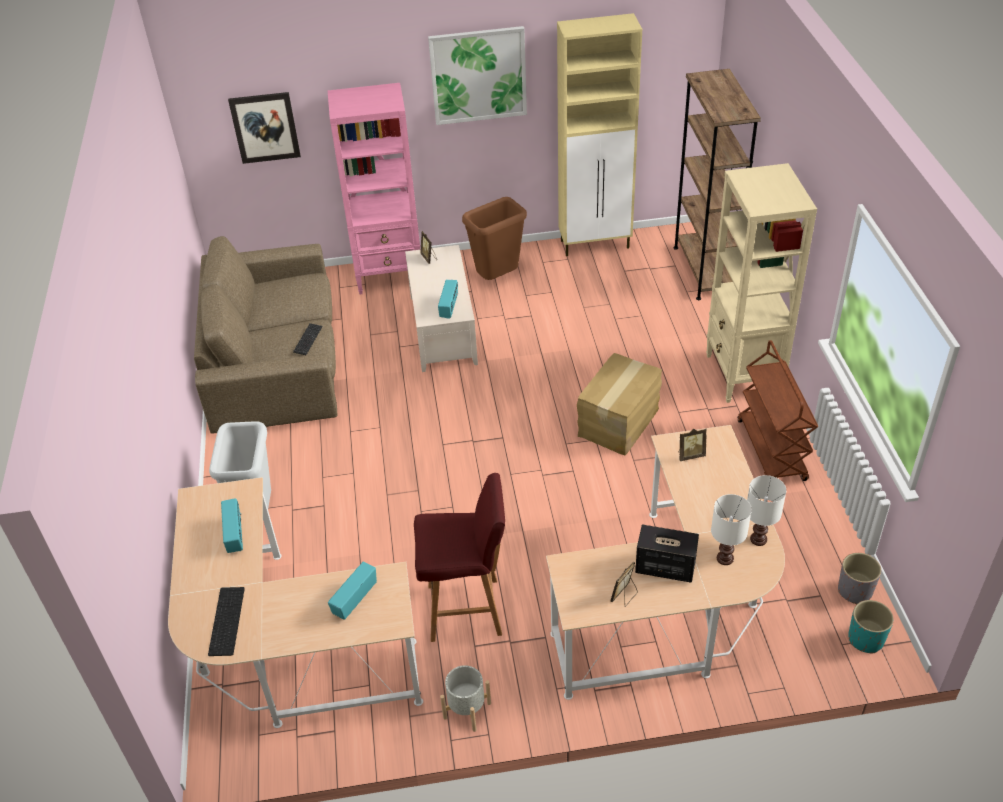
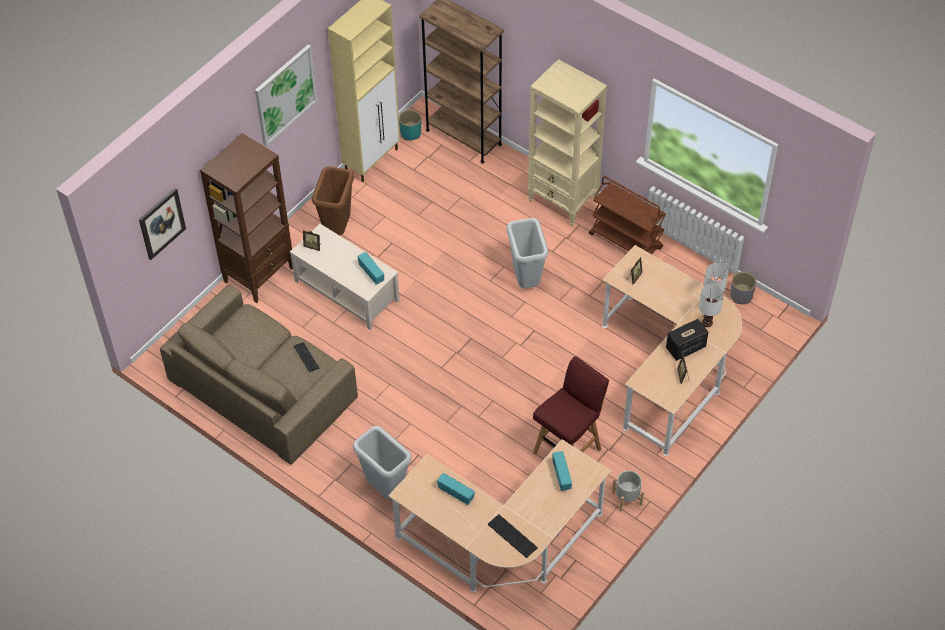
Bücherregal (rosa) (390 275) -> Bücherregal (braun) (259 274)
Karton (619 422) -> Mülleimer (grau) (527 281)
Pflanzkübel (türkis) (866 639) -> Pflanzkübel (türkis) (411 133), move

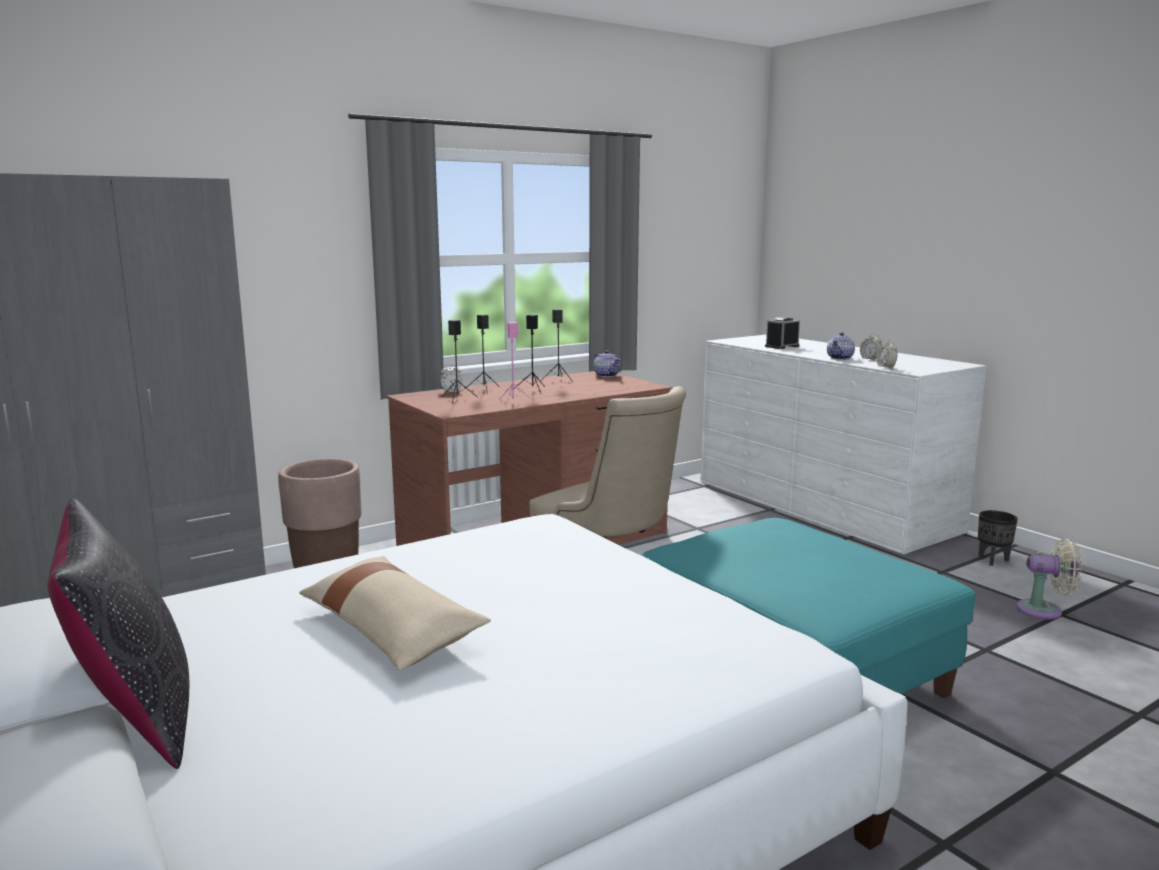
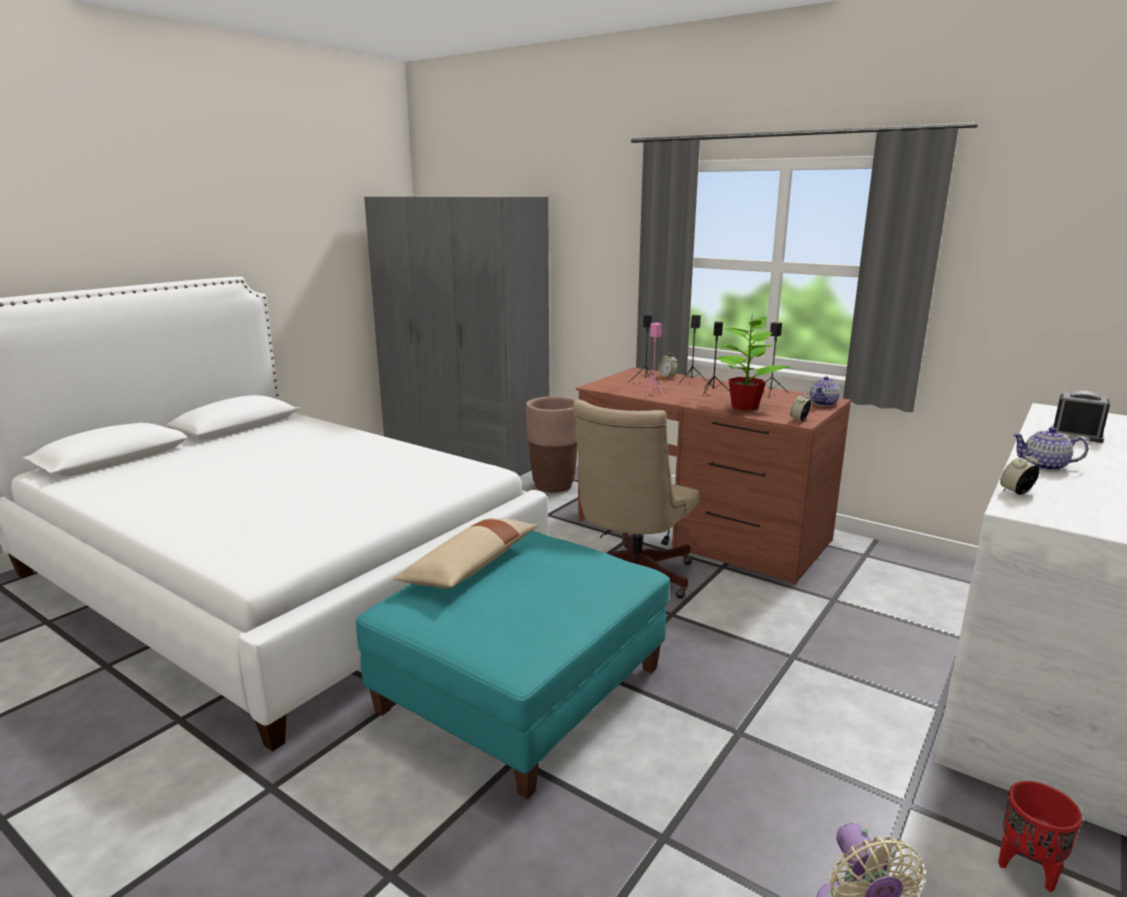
Wecker (870 359) -> Wecker (799 419), move
Kissen (schwarz) (134 716) -> none
Pflanzkübel (schwarz) (992 560) -> Pflanzkübel (rot) (1026 868)
Kissen (beige) (391 629) -> Kissen (beige) (470 566), move
none -> Topfpflanze (744 406)

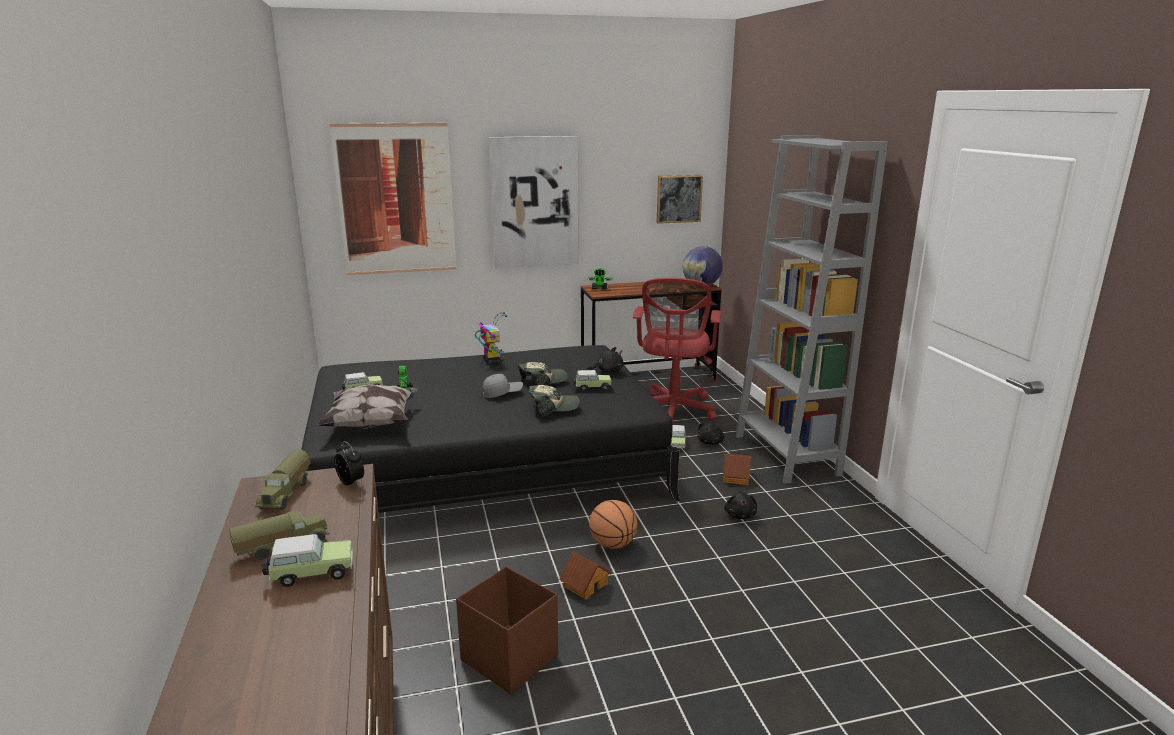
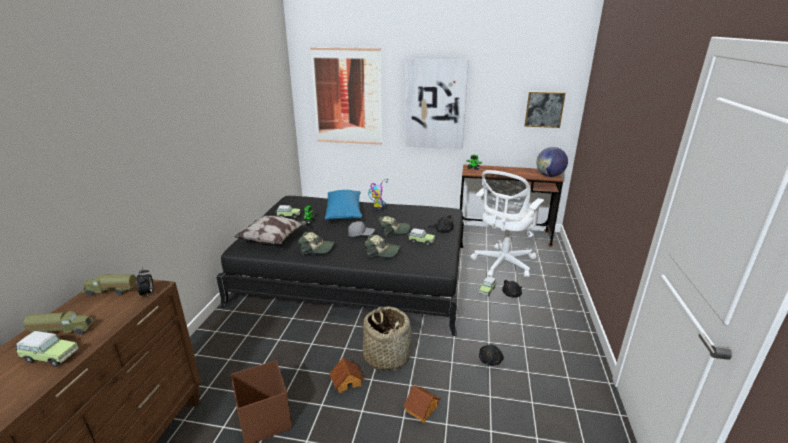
Bücherregal (grau) (786 455) -> none
Bürostuhl (rot) (673 412) -> Bürostuhl (weiß) (502 264)
Spielzeuglaster (287 493) -> Spielzeuglaster (112 292), 60 degrees clockwise
Spielzeughaus (736 477) -> Spielzeughaus (422 409), move
Basketball (612 544) -> Korb (386 356)
none -> Kissen (blau) (344 213)
none -> Kappe (317 248)

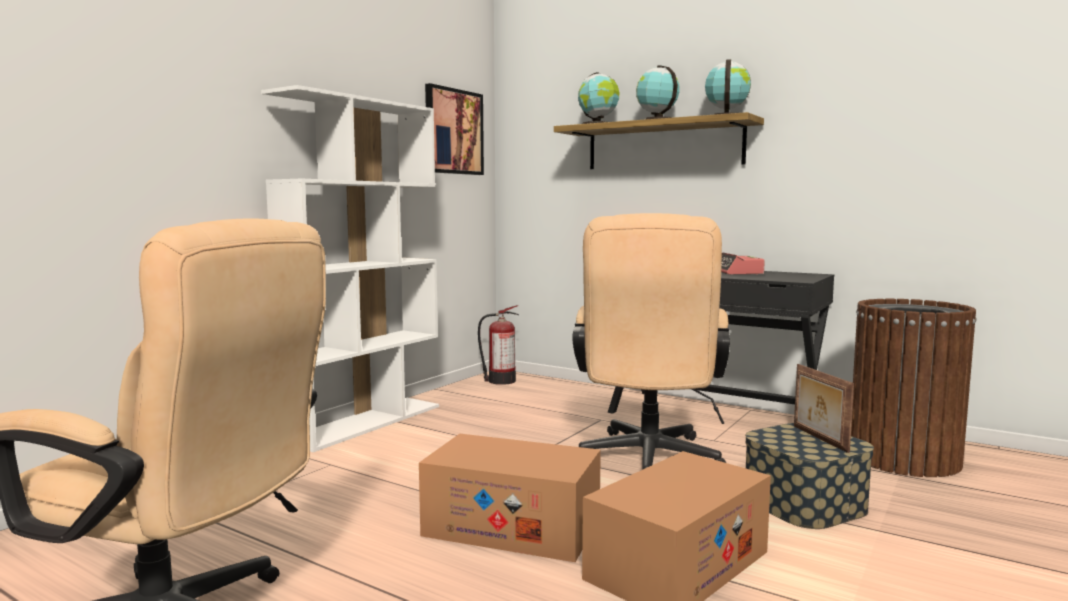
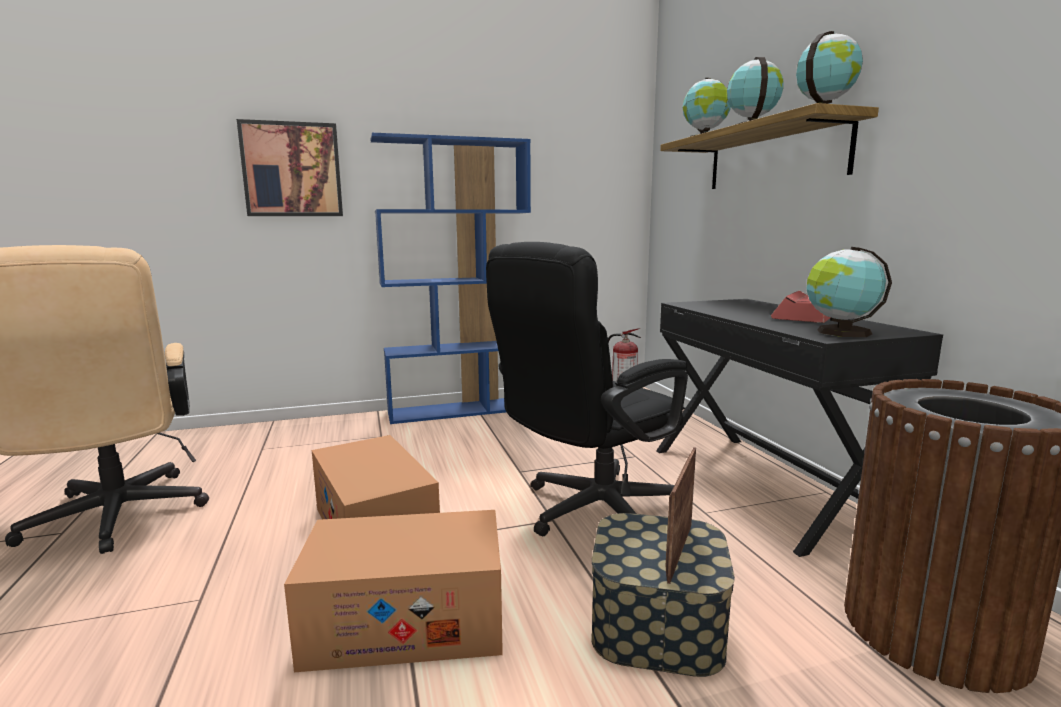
Bild (453 132) -> Bild (292 170), move
Bücherregal (weiß) (365 422) -> Bücherregal (blau) (460 410)
Bürostuhl (beige) (647 462) -> Bürostuhl (schwarz) (589 512)
none -> Globus (840 332)

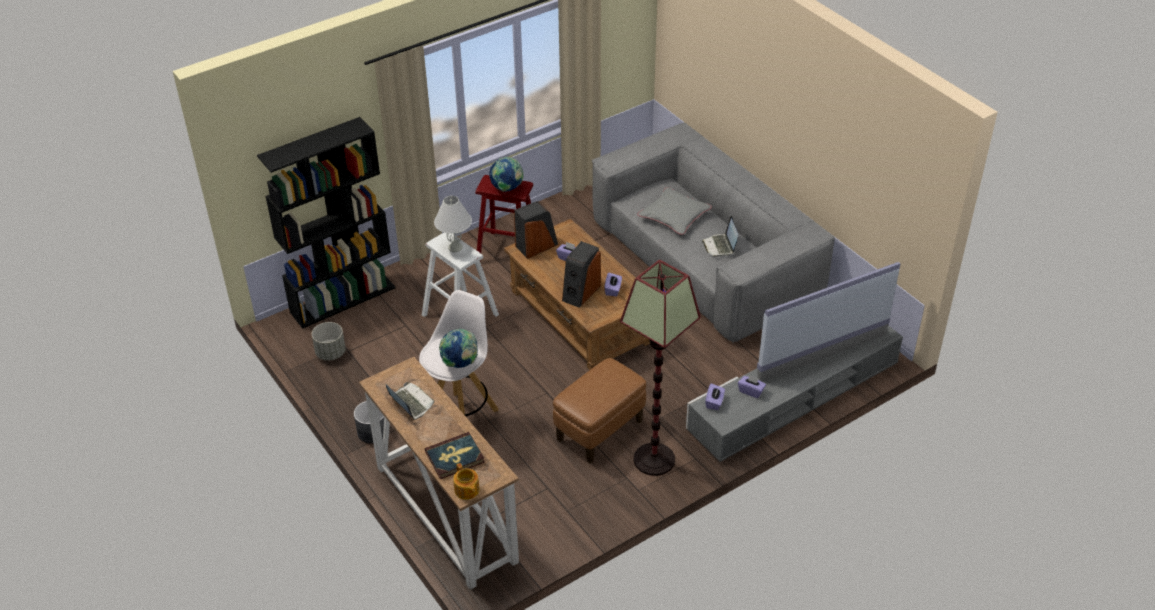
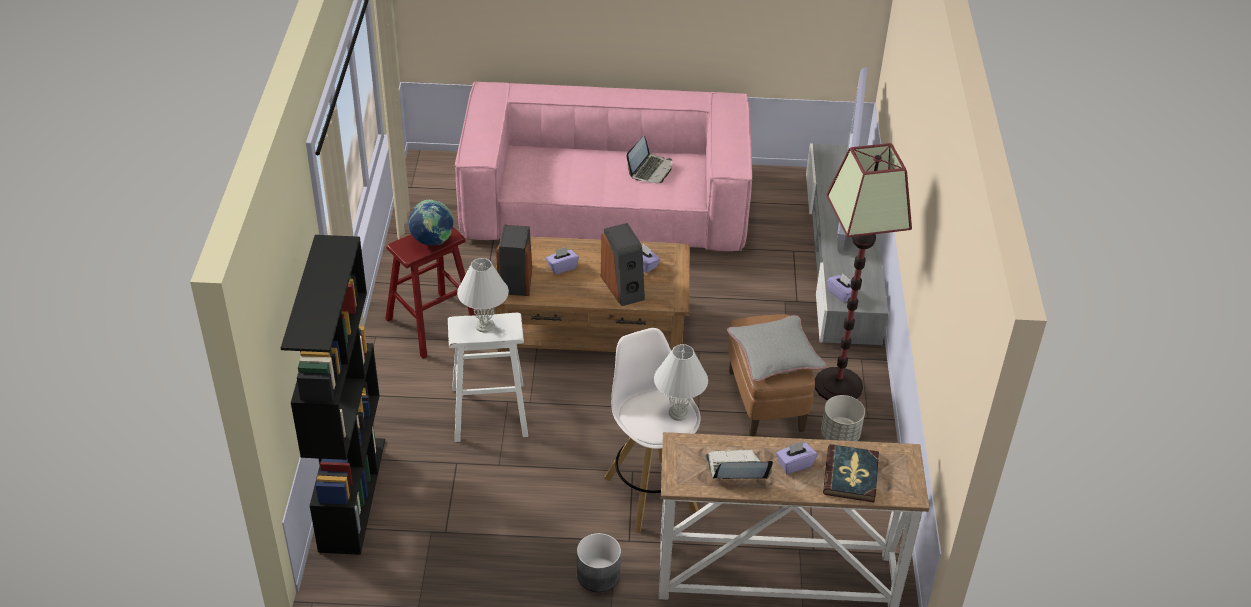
Sofa (grau) (705 259) -> Sofa (rosa) (605 205)
Kissen (grau) (674 216) -> Kissen (grau) (775 354), move
Laptop (720 246) -> Laptop (650 170), 90 degrees counterclockwise
Pflanzkübel (grau) (331 353) -> Pflanzkübel (grau) (840 435), move
Globus (460 363) -> Tischlampe (weiß) (679 413)
Taschentuchbox (lila) (751 391) -> Taschentuchbox (lila) (794 464), move
Teekanne (466 490) -> none

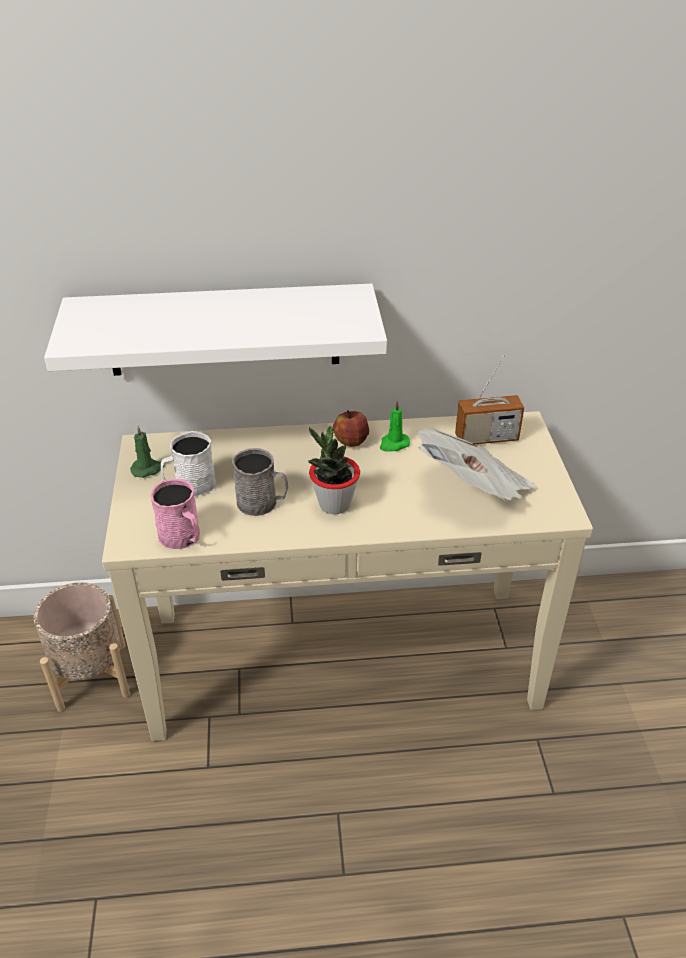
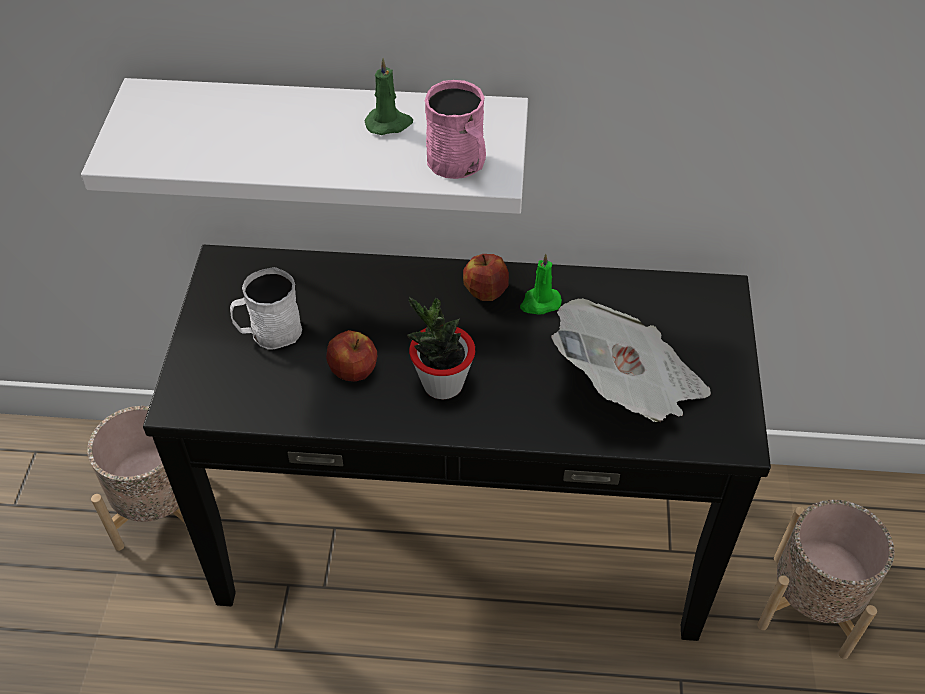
Radio (486 438) -> none
Konsolentisch (beige) (342 658) -> Konsolentisch (schwarz) (462 533)
Kerze (grün) (148 469) -> Kerze (grün) (389 123), move
Henkelbecher (grau) (262 503) -> Apfel (353 370)
Henkelbecher (rosa) (183 538) -> Henkelbecher (rosa) (460 165), move
none -> Pflanzkübel (beige) (810 604)

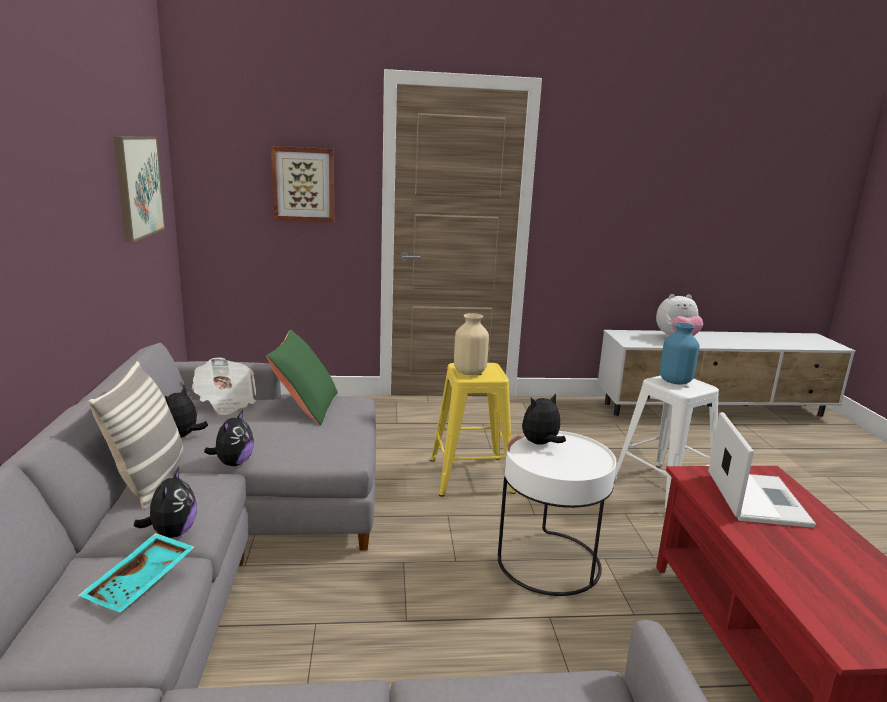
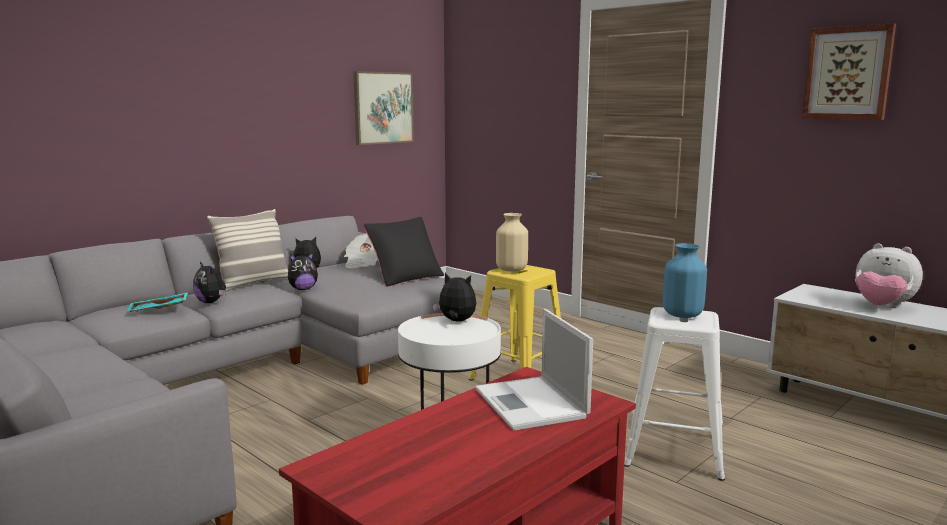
Bild (303 184) -> Bild (848 73), move
Kissen (grün) (305 407) -> Kissen (schwarz) (405 277)
Laptop (755 498) -> Laptop (531 404), 105 degrees clockwise
Plüschtier (172 533) -> Plüschtier (211 302), 90 degrees clockwise

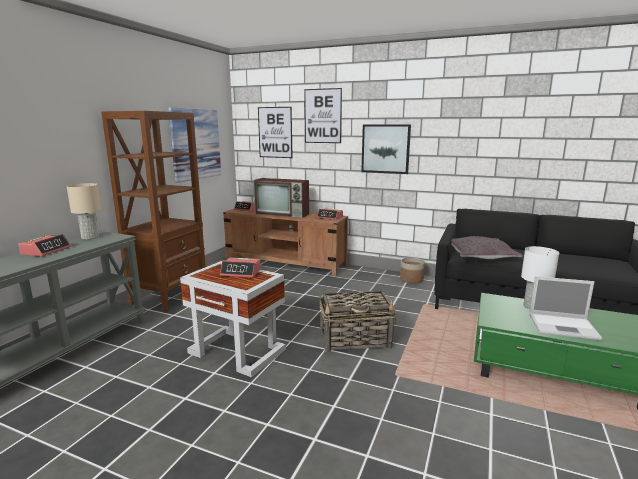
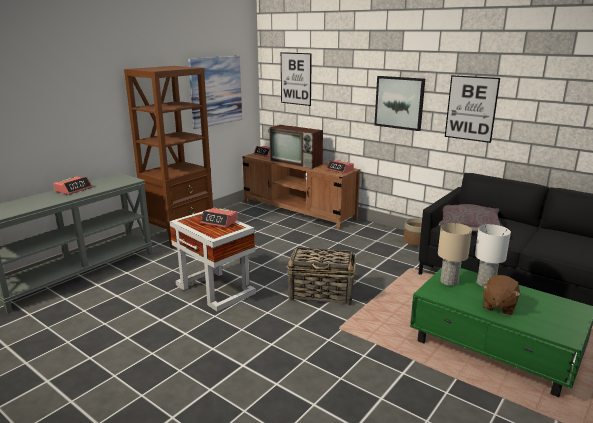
Bild (323 116) -> Bild (471 108), move
Tischlampe (beige) (90 237) -> Tischlampe (beige) (449 282), move
Laptop (564 326) -> Plüschtier (braun) (498 306)

